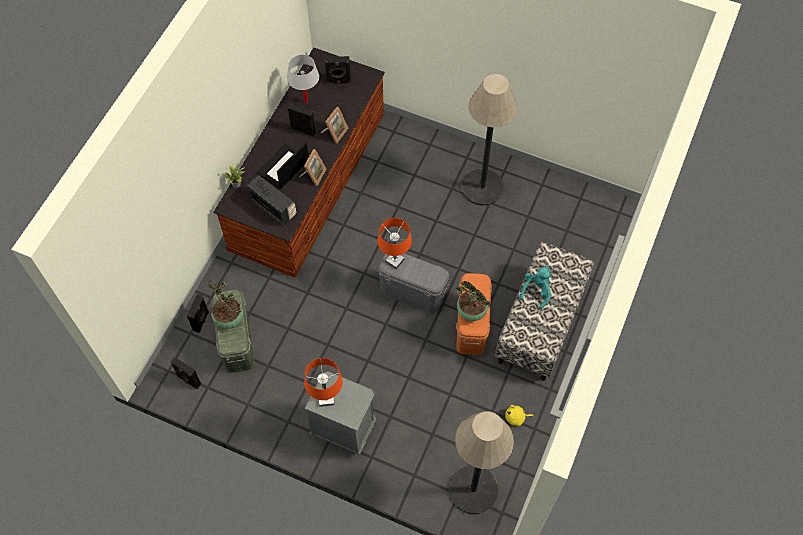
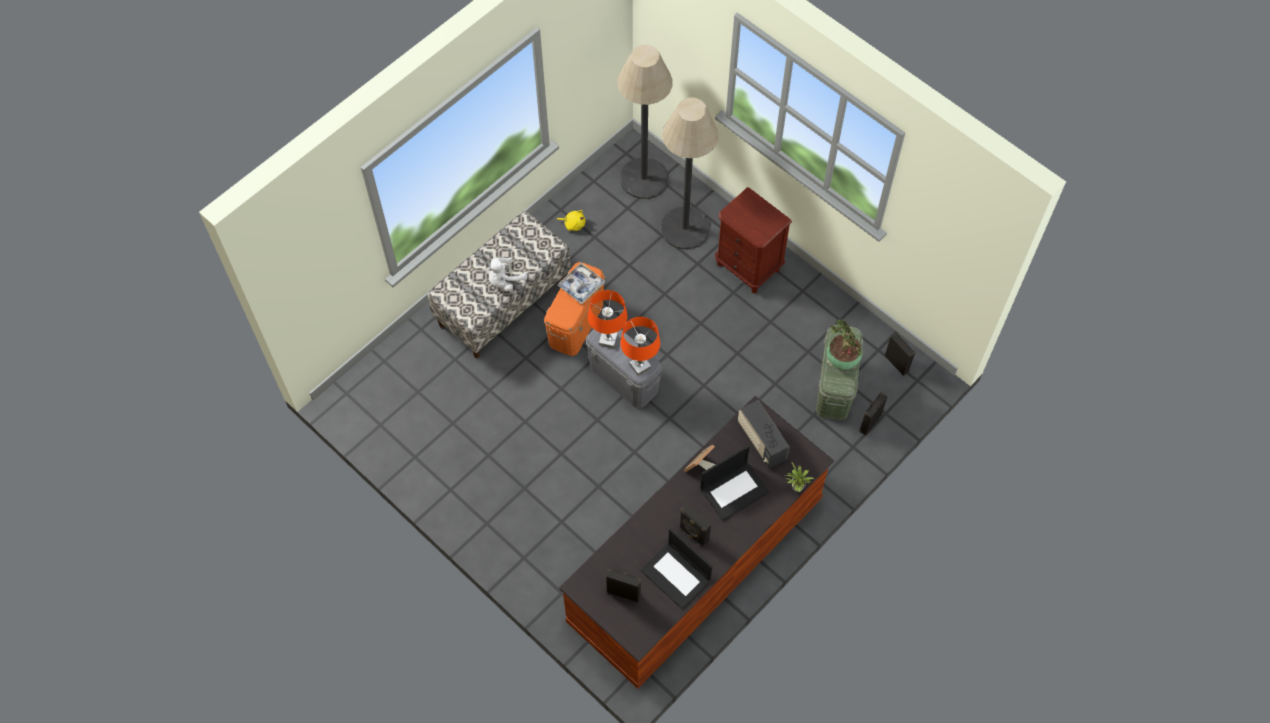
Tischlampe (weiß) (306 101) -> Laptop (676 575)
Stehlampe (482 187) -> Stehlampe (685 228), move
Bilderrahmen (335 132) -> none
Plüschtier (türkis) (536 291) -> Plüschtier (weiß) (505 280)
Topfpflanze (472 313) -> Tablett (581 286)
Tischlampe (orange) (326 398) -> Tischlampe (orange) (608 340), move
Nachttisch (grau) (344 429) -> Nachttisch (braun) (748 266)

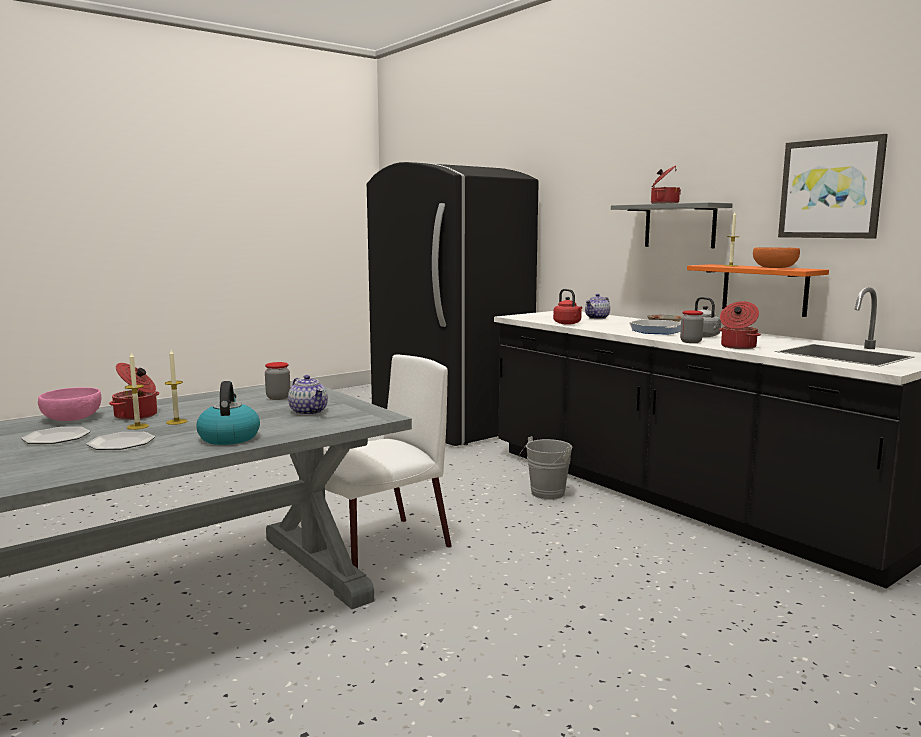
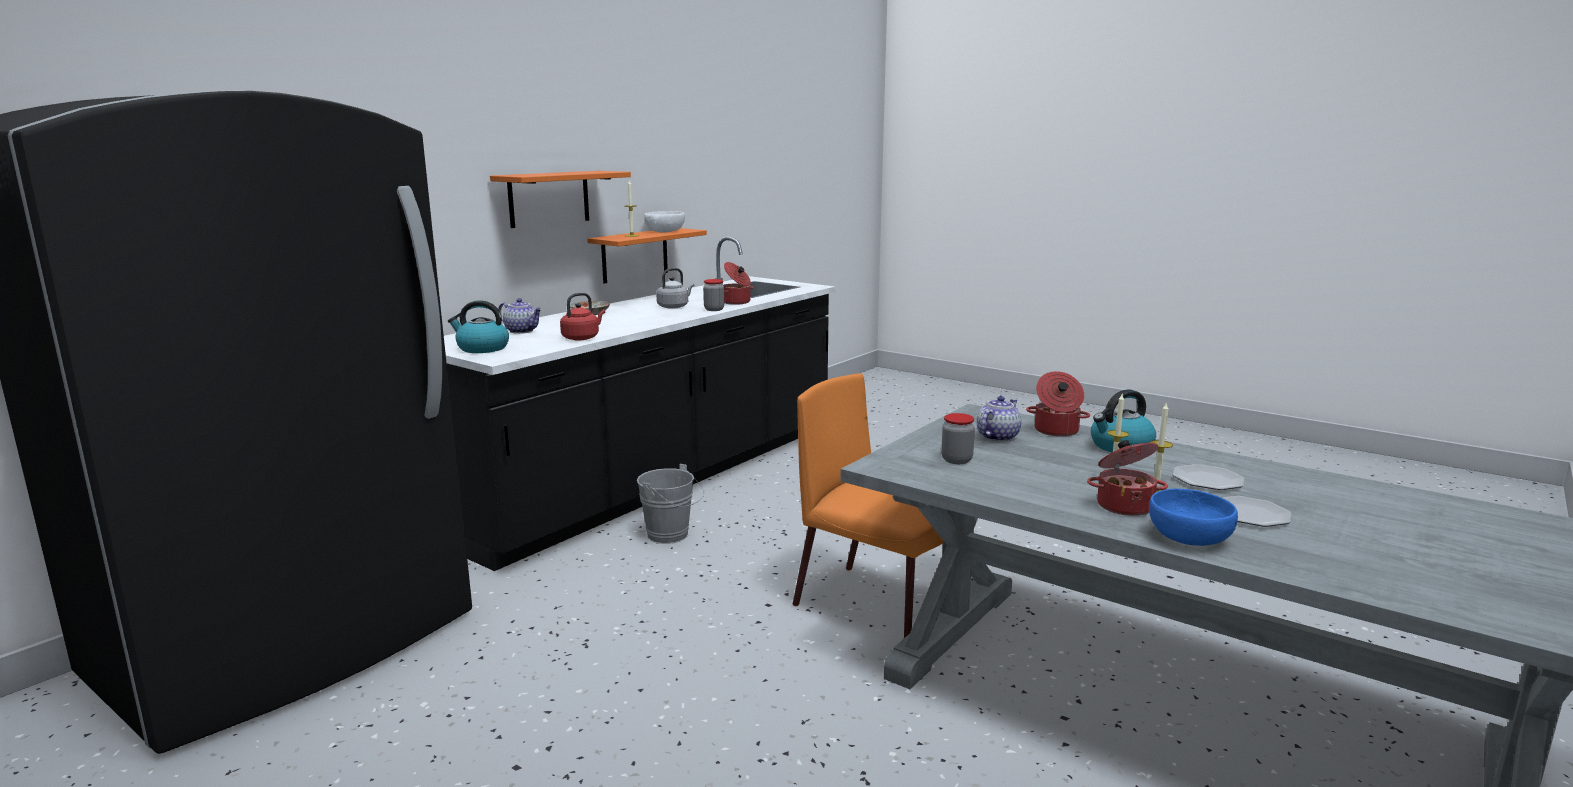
Bild (831 188) -> none
Kochtopf (663 203) -> Kochtopf (1056 431), move
Wandregal (grau) (680 226) -> Wandregal (orange) (549 198)
Schüssel (orange) (775 268) -> Schüssel (weiß) (665 231)
Pfanne (656 331) -> none
Stuhl (weiß) (379 548) -> Stuhl (orange) (878 606)
Schüssel (rosa) (72 418) -> Schüssel (blau) (1188 538)
none -> Wasserkessel (482 348)

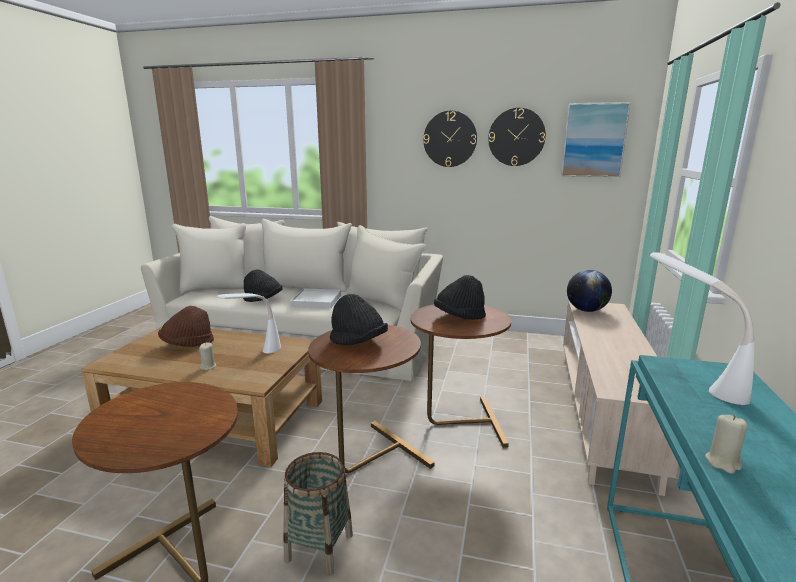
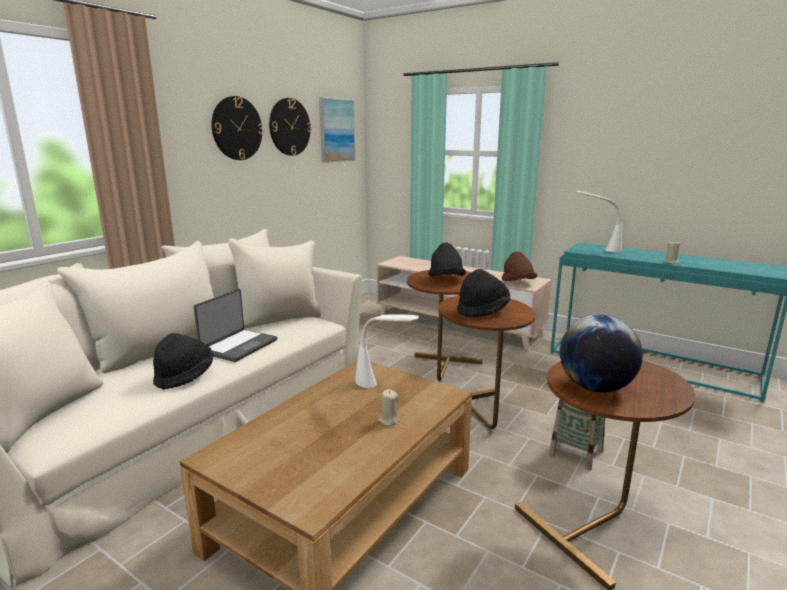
Globus (586 310) -> Globus (595 388), move
Tablett (weiß) (317 301) -> Laptop (238 346)
Hut (braun) (187 344) -> Hut (braun) (517 283), move

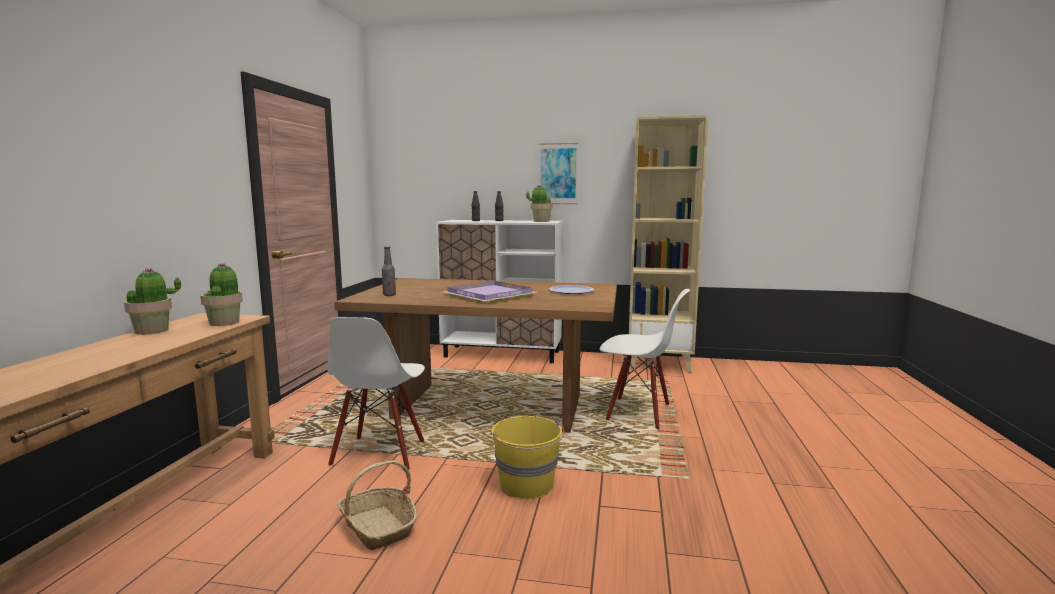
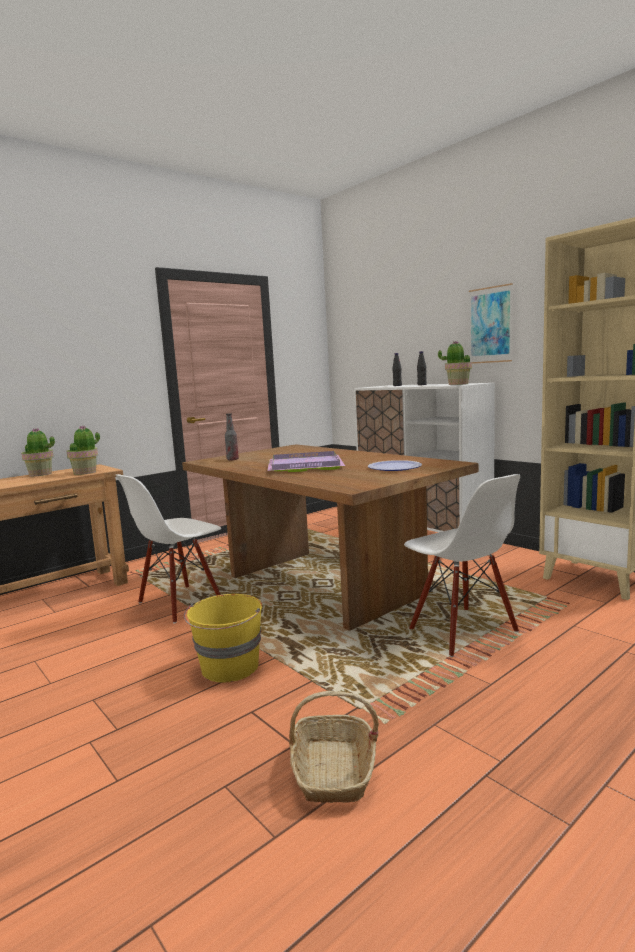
Korb (378 527) -> Korb (333 771), move

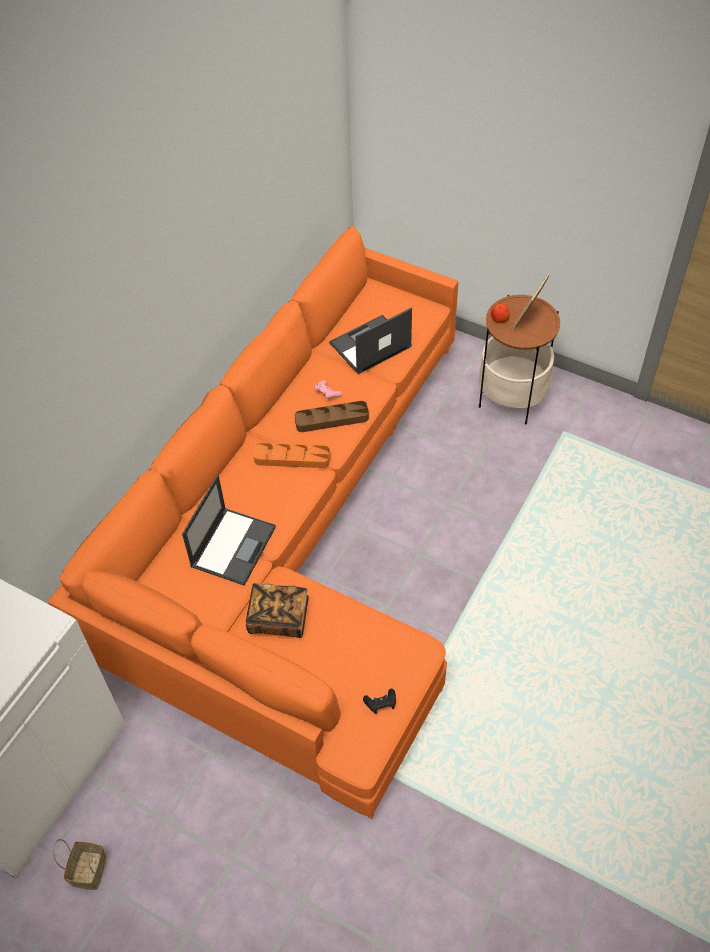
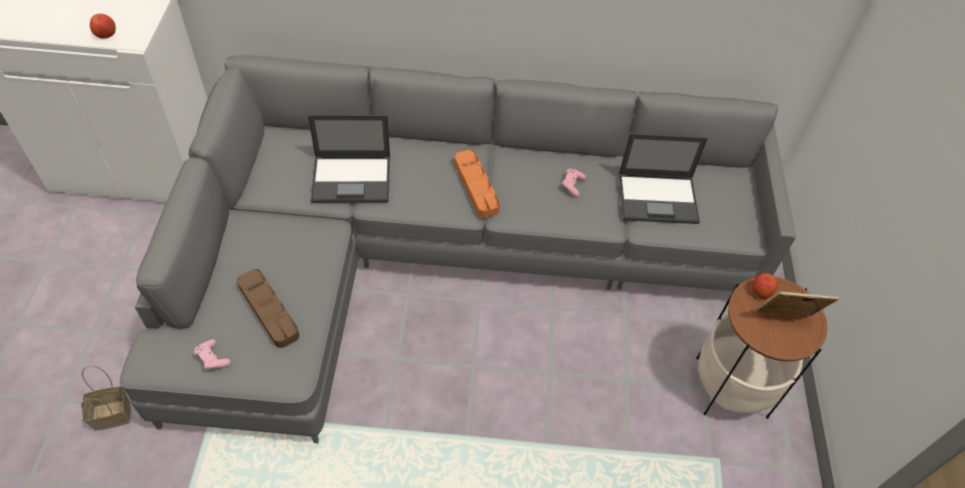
Sofa (orange) (294 542) -> Sofa (grau) (435 255)
Laptop (369 345) -> Laptop (658 198), 150 degrees clockwise
Tablett (braun) (332 419) -> Tablett (braun) (268 310), move
Buch (278 618) -> none
Gamepad (schwarz) (381 704) -> Gamepad (rosa) (212 359)
Korb (88 869) -> Korb (113 413), move
none -> Apfel (106 34)

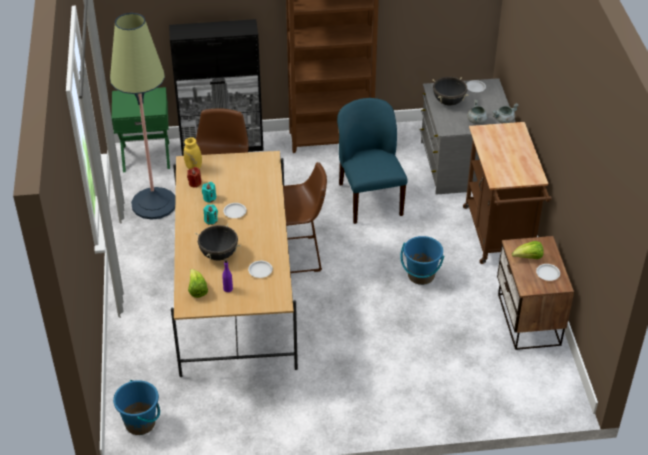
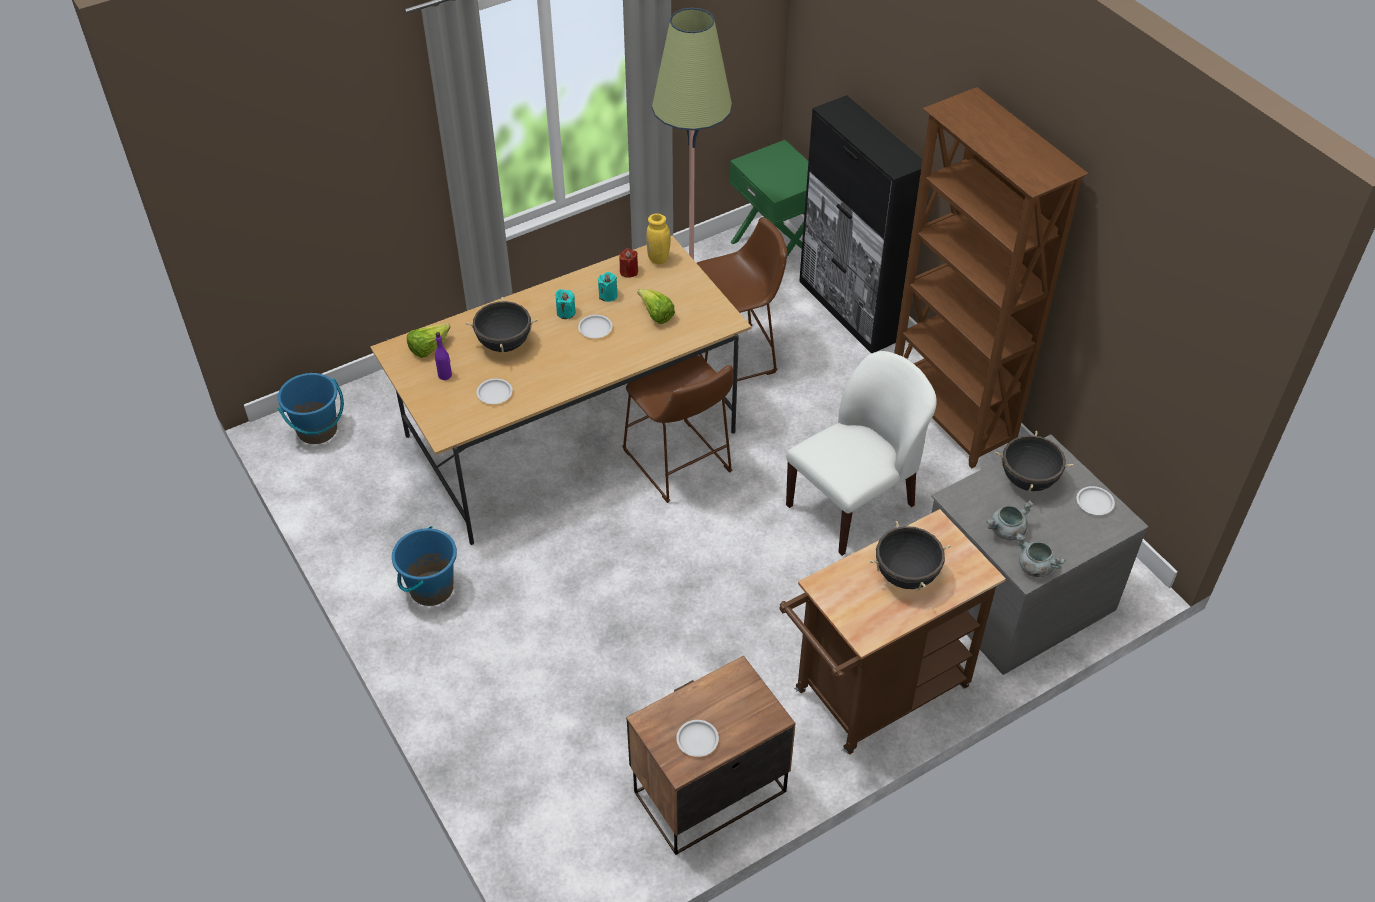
Stuhl (blau) (369 198) -> Stuhl (weiß) (853 504)
Eimer (blau) (421 275) -> Eimer (blau) (431 588), move
Salatkopf (528 258) -> Salatkopf (656 315), move
none -> Kochtopf (schwarz) (906 575)

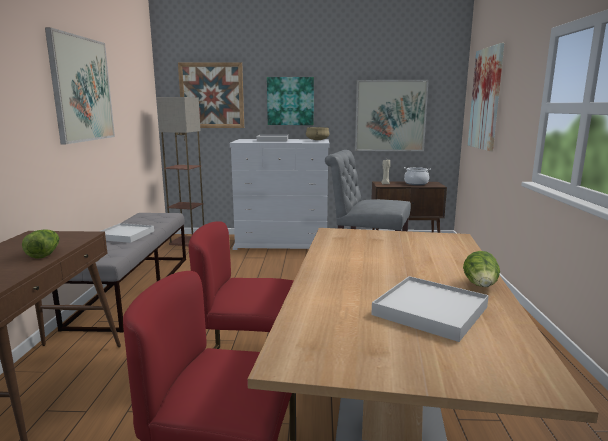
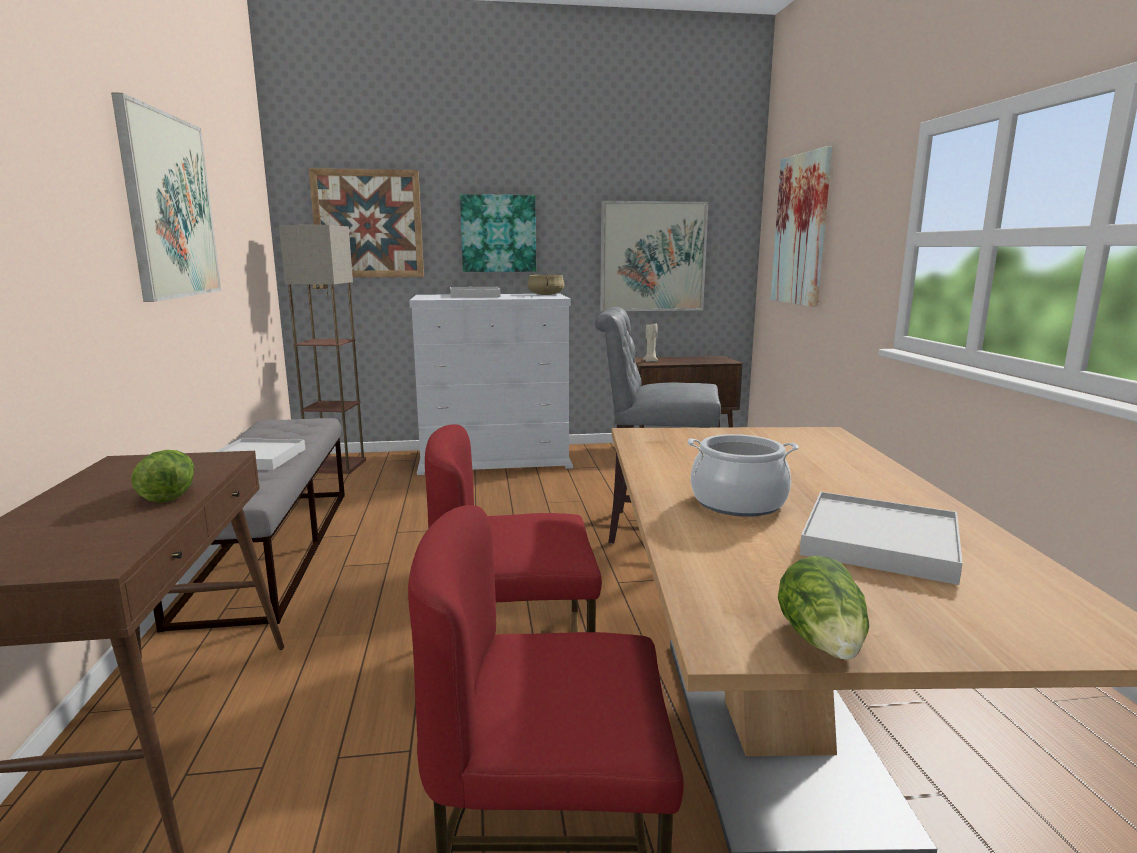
Kochtopf (416 183) -> Kochtopf (738 503), move
Salatkopf (481 286) -> Salatkopf (823 642), move

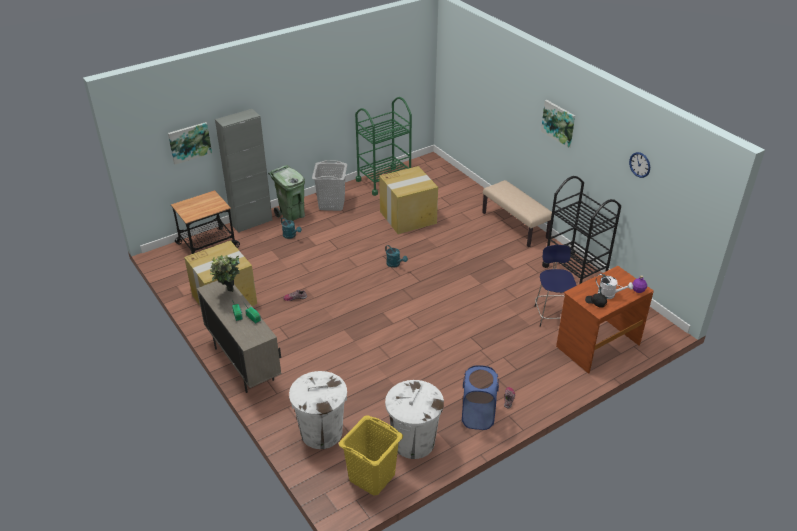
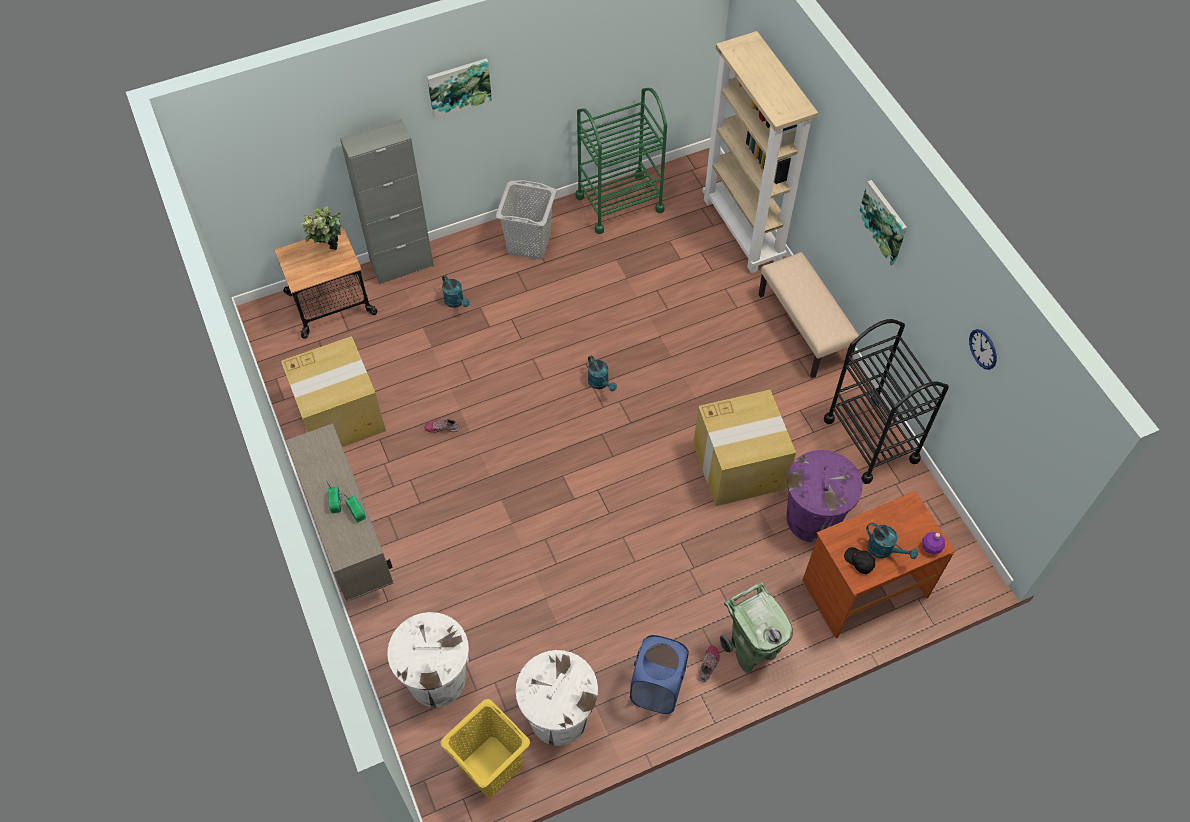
Bild (189 142) -> Bild (459 87), move
Mülleimer (grün) (291 215) -> Mülleimer (grün) (751 650), move
Karton (408 217) -> Karton (740 466), move
Hocker (blau) (552 314) -> Mülleimer (lila) (813 518)
Topfpflanze (229 296) -> Topfpflanze (330 256), move
Gießkanne (weiß) (609 295) -> Gießkanne (türkis) (884 550)
none -> Bücherregal (beige) (743 230)

